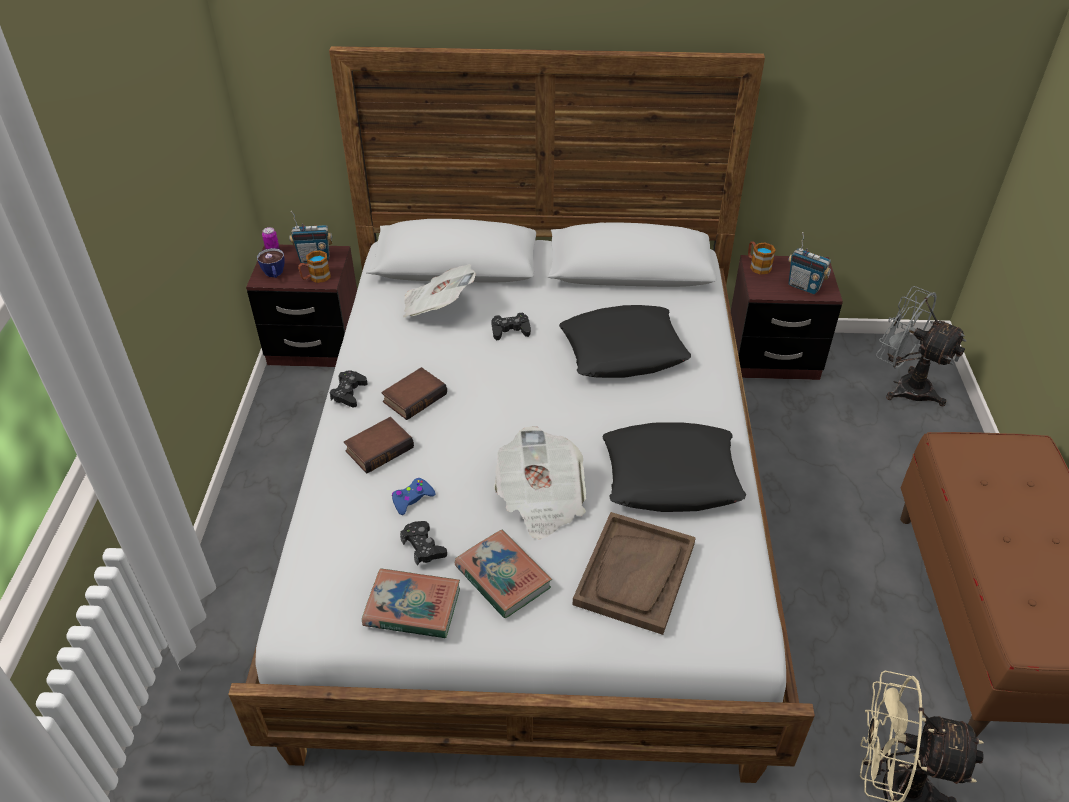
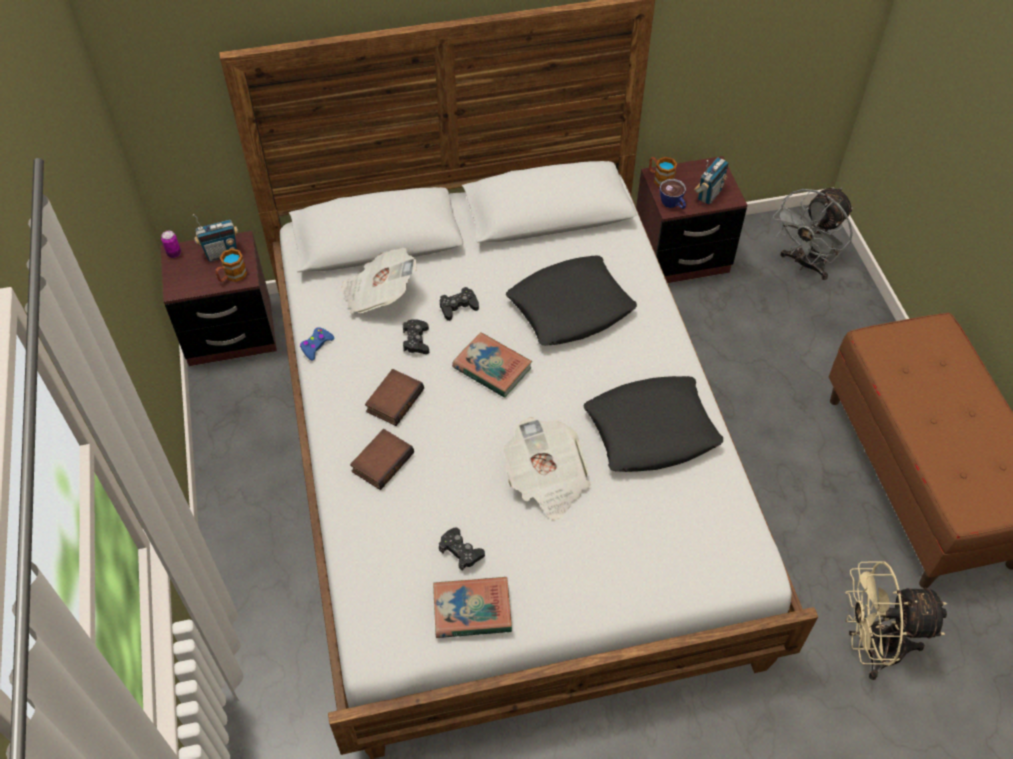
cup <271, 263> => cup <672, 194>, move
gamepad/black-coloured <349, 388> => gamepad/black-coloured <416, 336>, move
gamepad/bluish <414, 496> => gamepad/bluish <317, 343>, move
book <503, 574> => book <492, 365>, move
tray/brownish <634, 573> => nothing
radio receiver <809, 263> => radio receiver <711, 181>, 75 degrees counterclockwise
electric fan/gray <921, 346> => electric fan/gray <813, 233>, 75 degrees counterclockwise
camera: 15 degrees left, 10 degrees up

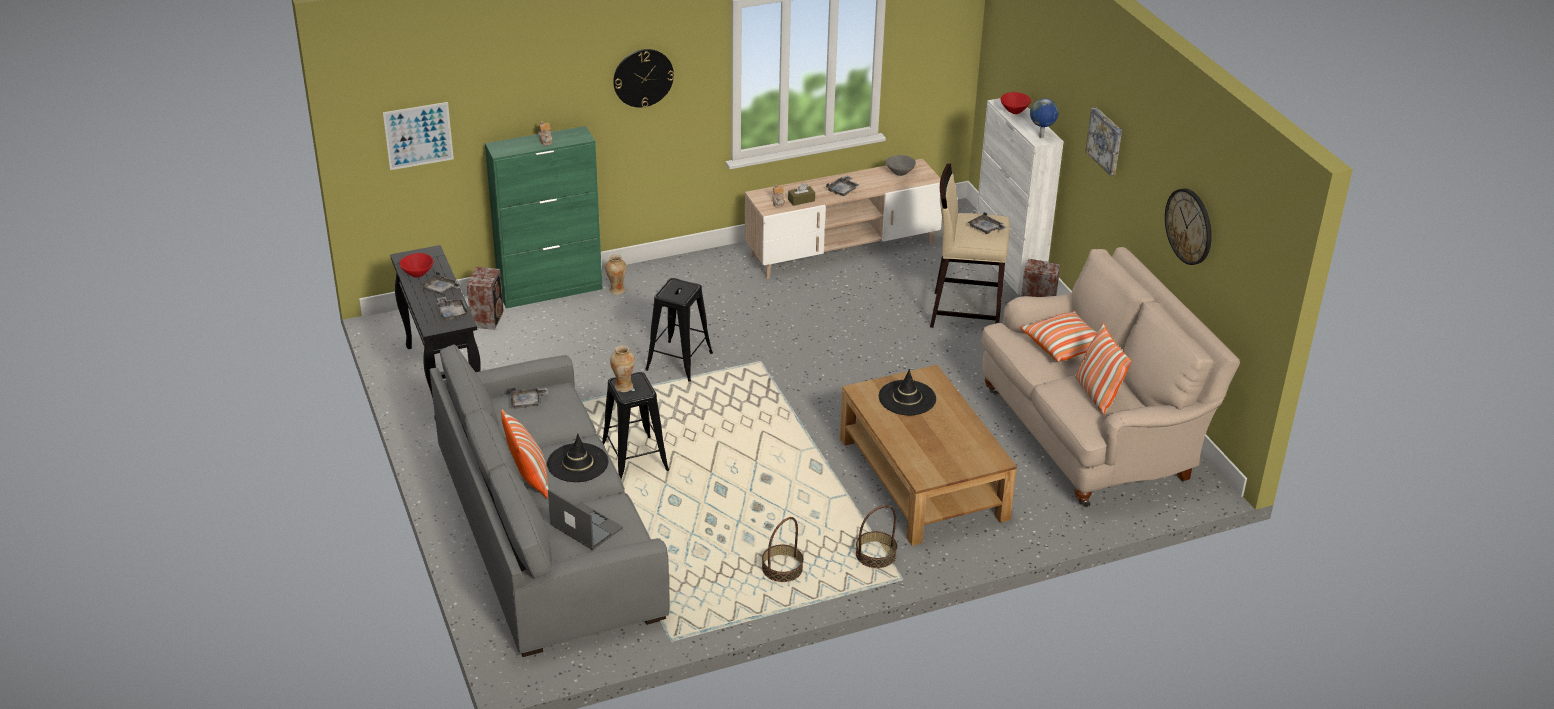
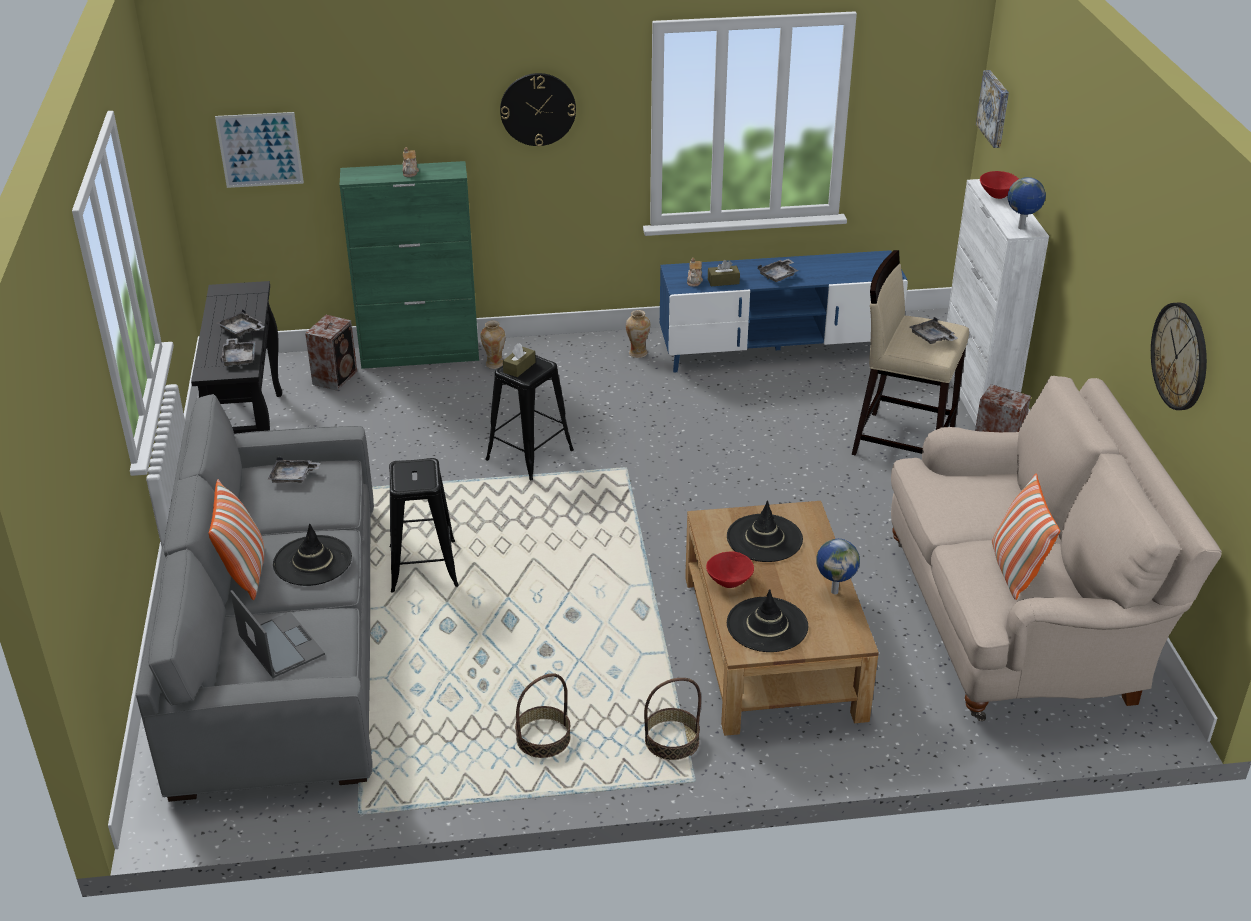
deep dish/red-coloured <416, 265> => deep dish/red-coloured <730, 569>, move
flower vase <622, 368> => flower vase <638, 334>, move
tv stand/beige-coloured <843, 219> => tv stand/bluish <784, 311>
deep dish/gray <901, 165> => nothing
cushion <1058, 336> => nothing
wall picture <1103, 141> => wall picture <992, 109>, move
nothing => tissue box/brownish <519, 360>
nothing => clothing hat/black-coloured <767, 620>
nothing => desk globe <838, 566>
camera: 15 degrees right, 0 degrees up

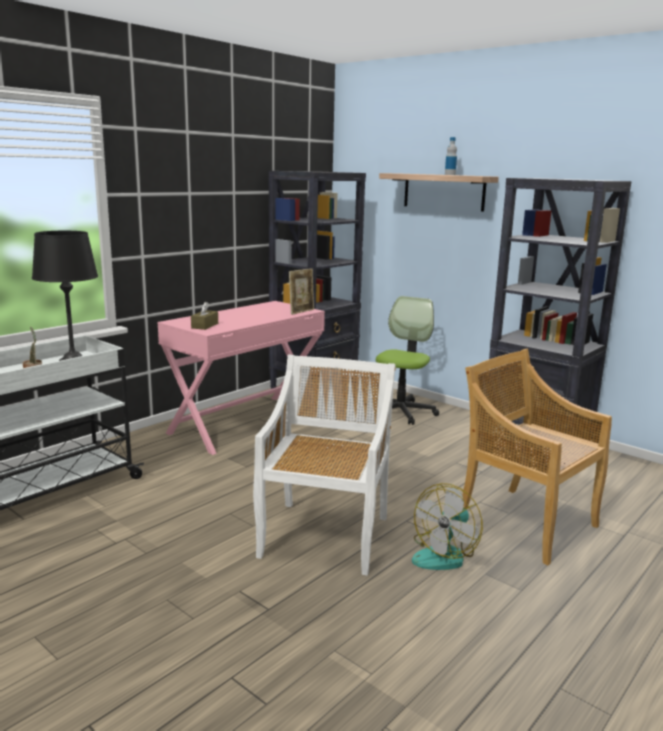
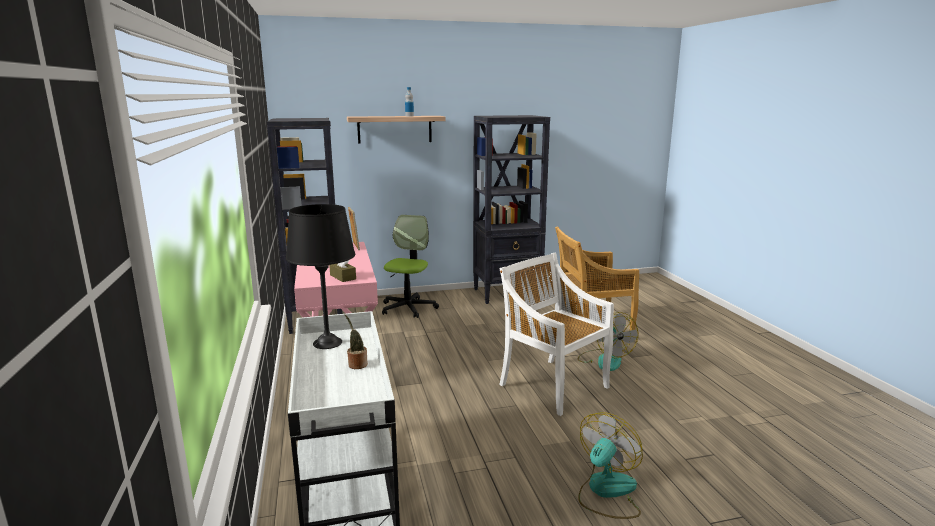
computer chair <407, 360> => computer chair <410, 266>, 45 degrees clockwise
nothing => electric fan <611, 465>
camera: 55 degrees left, 0 degrees up

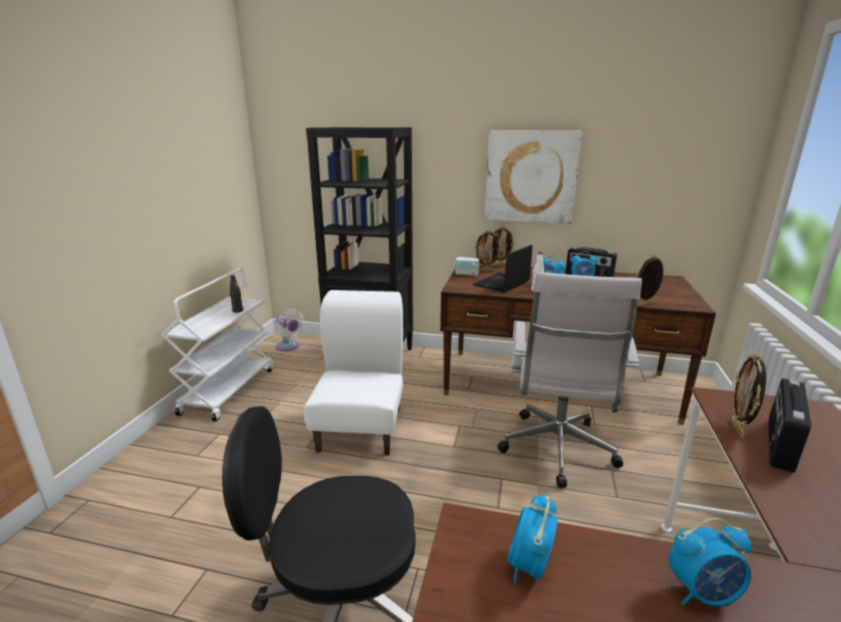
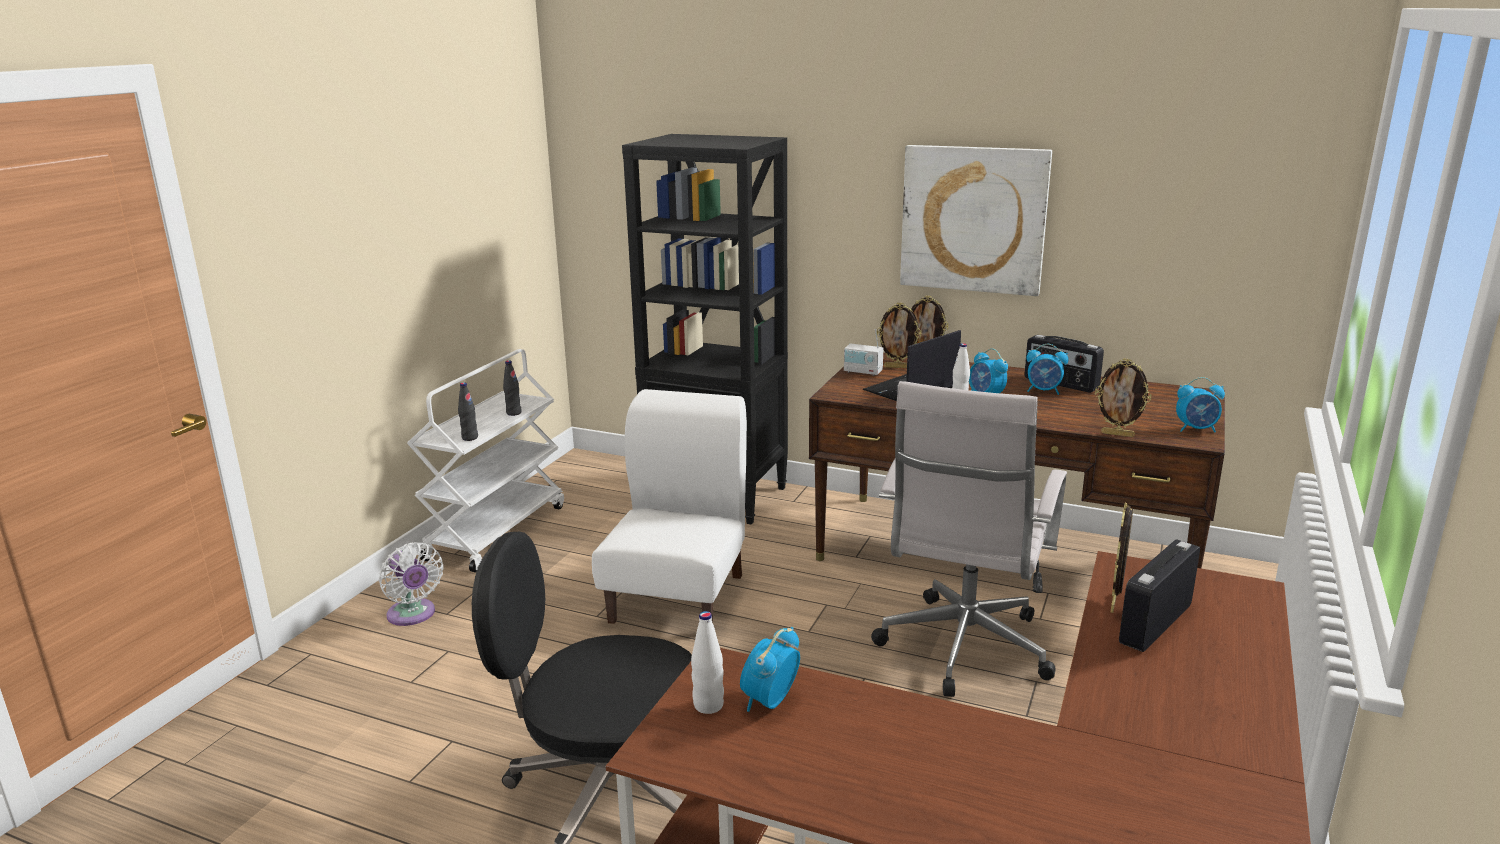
electric fan/whitish <290, 330> => electric fan/whitish <411, 584>, move
standing frame <649, 280> => standing frame <1123, 397>, 150 degrees counterclockwise
table clock <710, 562> => table clock <1200, 404>, move
nothing => drink bottle/black-coloured <468, 411>
nothing => drink bottle/whitish <707, 662>
camera: 10 degrees right, 0 degrees up

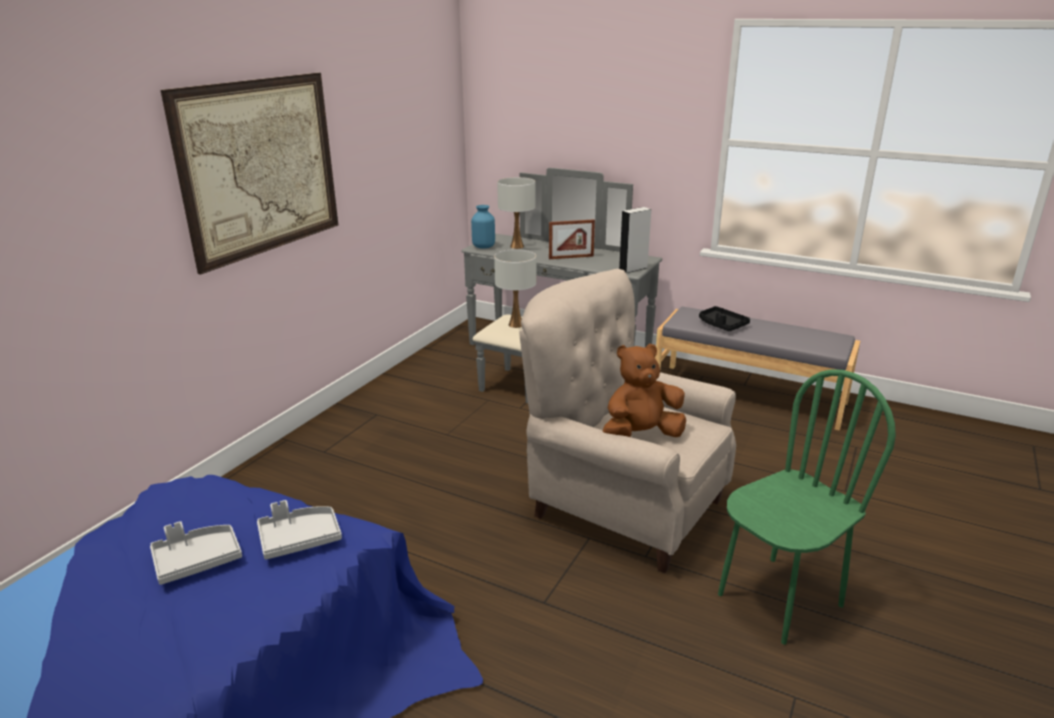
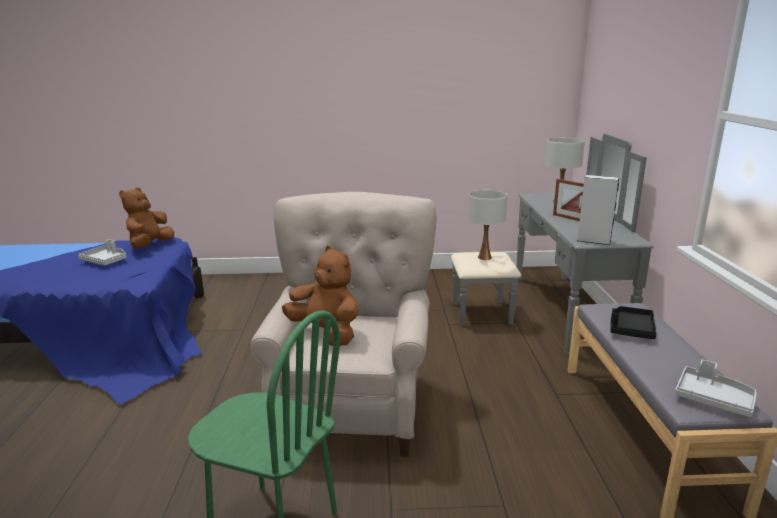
wall picture <249, 174> => nothing
tray/gray <299, 530> => tray/gray <716, 388>, move
flower vase/bluish <483, 227> => nothing
nothing => soft toy/brownish <146, 218>
camera: 60 degrees right, 5 degrees down

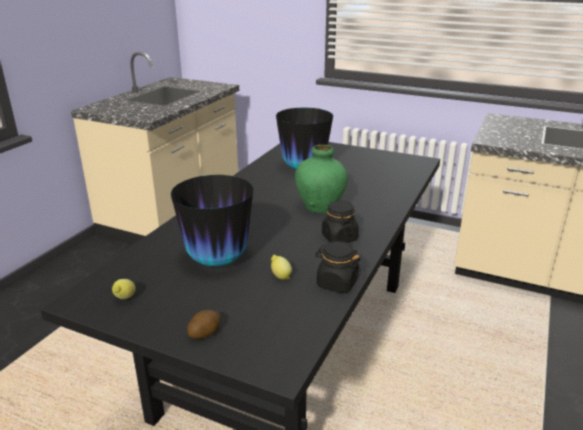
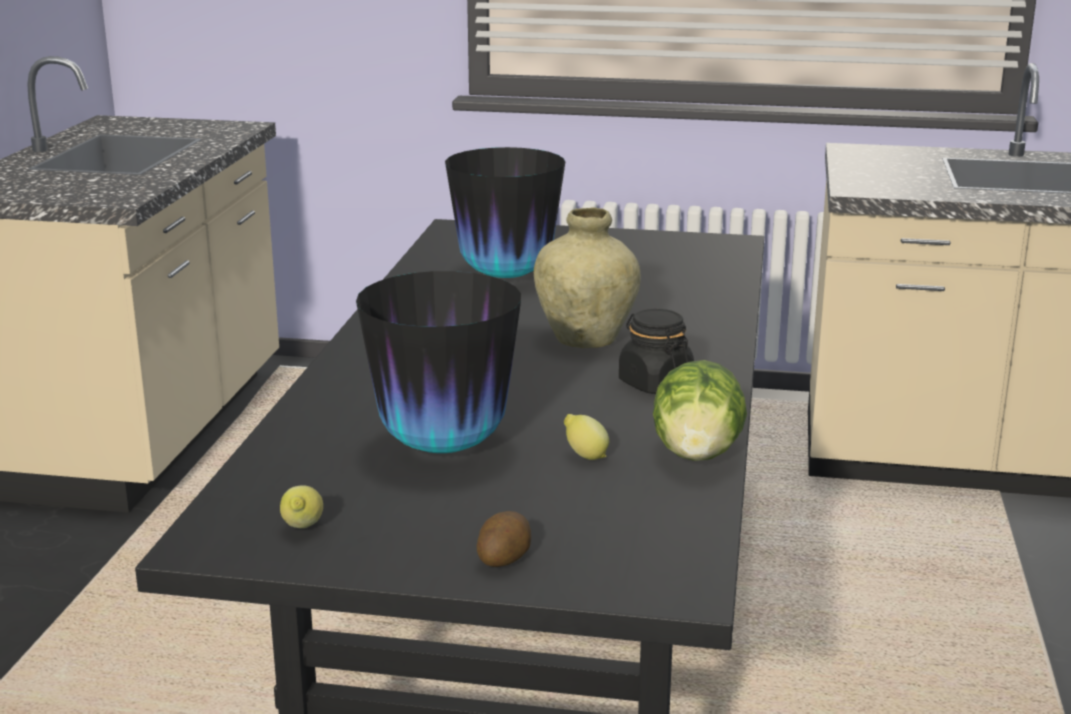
flower vase/green <321, 179> => flower vase/beige-coloured <587, 277>
storage jar/black-coloured <338, 267> => head of lettuce <700, 410>
camera: 15 degrees left, 5 degrees down

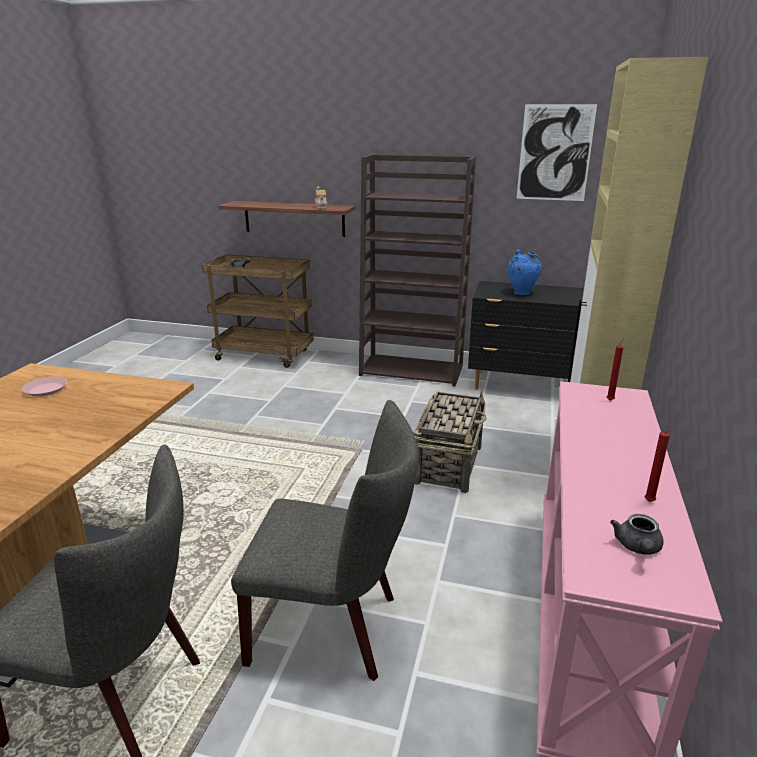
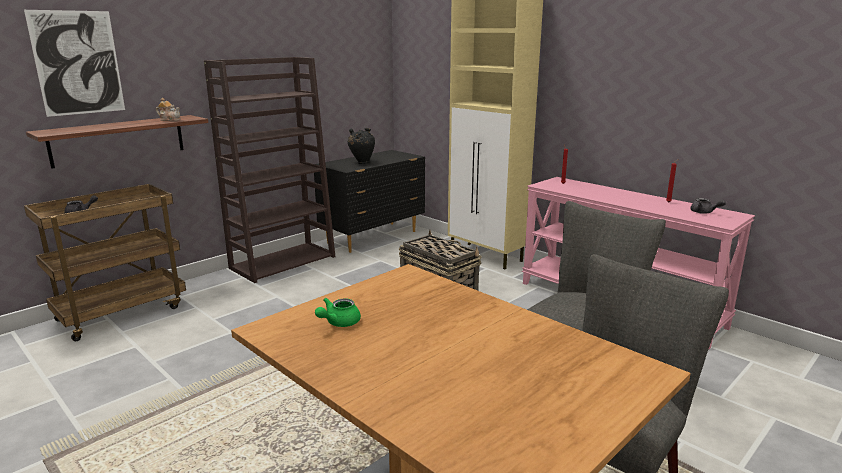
dinner plate/pinkish <44, 387> => tea pot/green <338, 312>
flower vase/bluish <524, 272> => flower vase/black-coloured <361, 146>
wall picture <557, 152> => wall picture <74, 63>, move
camera: 60 degrees left, 5 degrees down

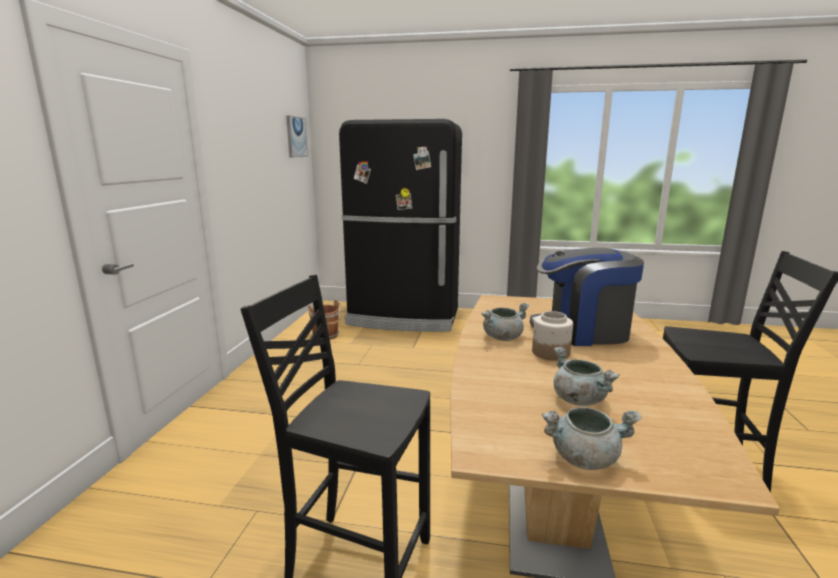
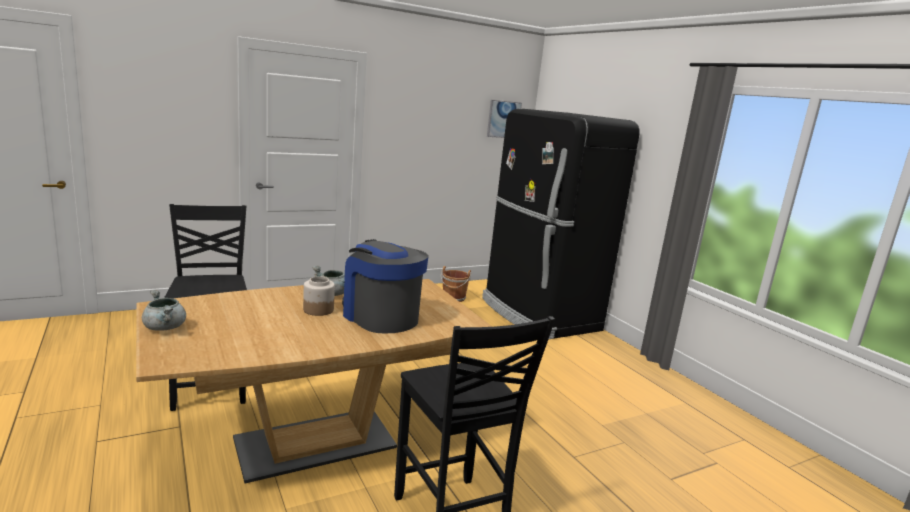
saucepot/gray <586, 376> => nothing
camera: 50 degrees right, 0 degrees up

